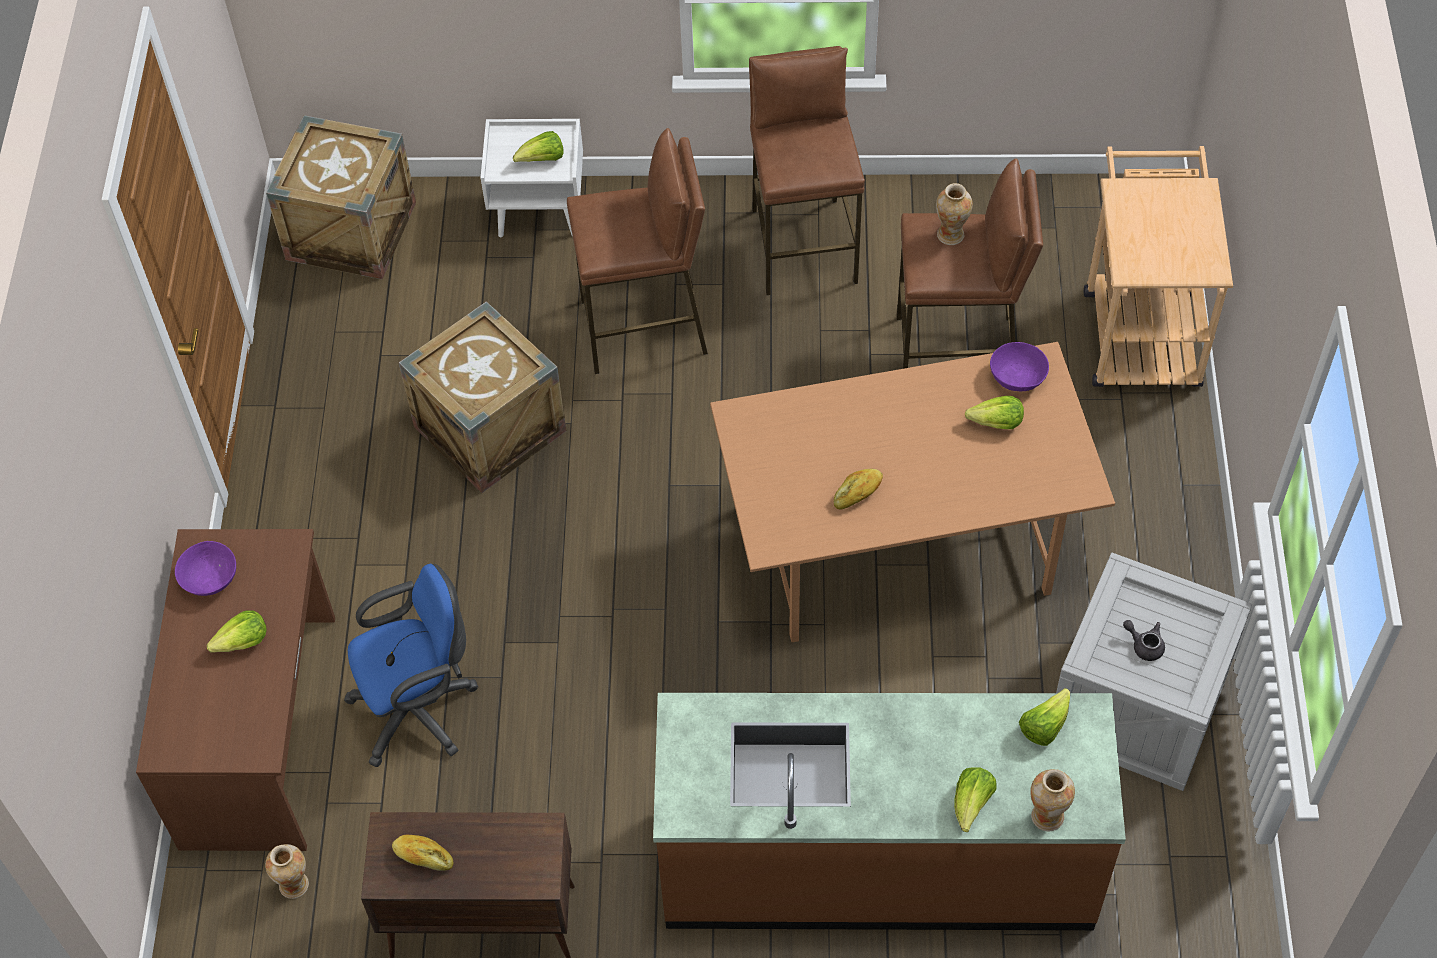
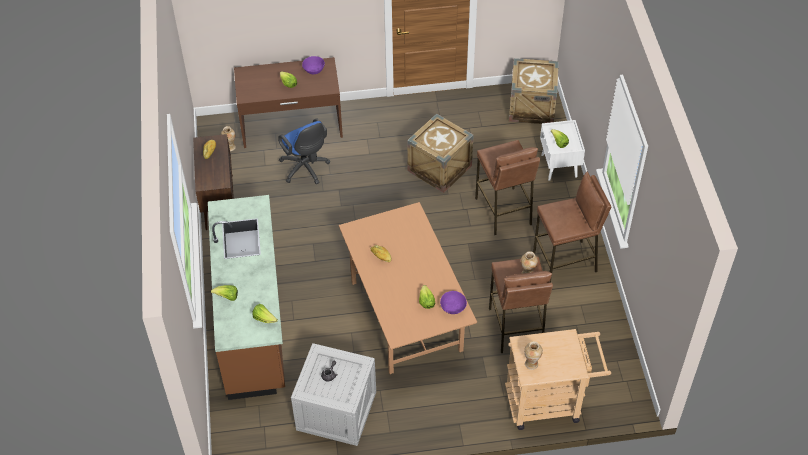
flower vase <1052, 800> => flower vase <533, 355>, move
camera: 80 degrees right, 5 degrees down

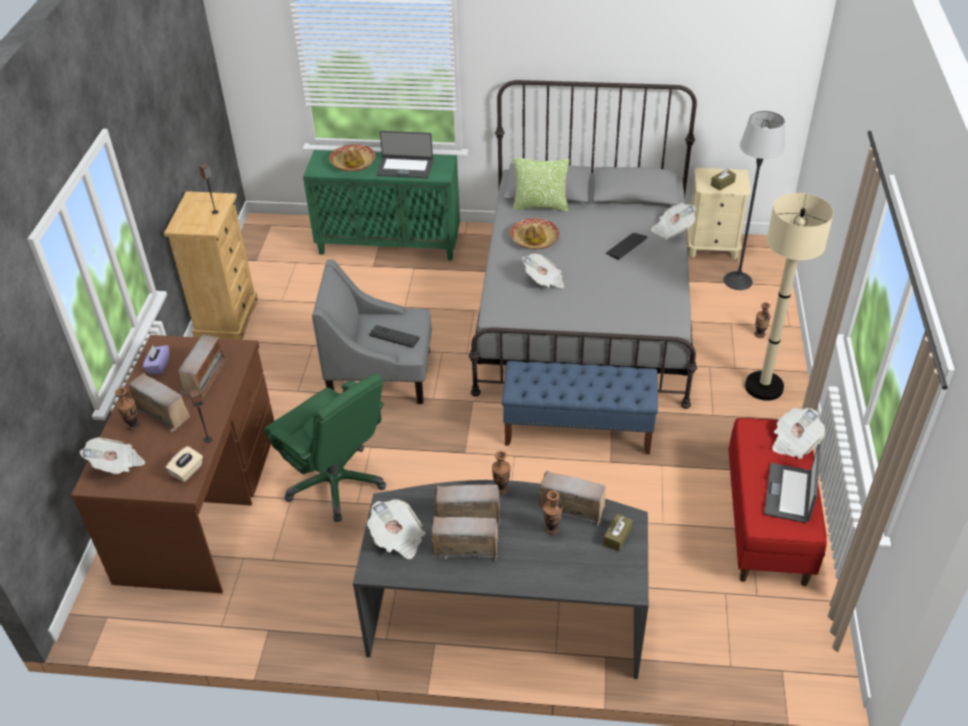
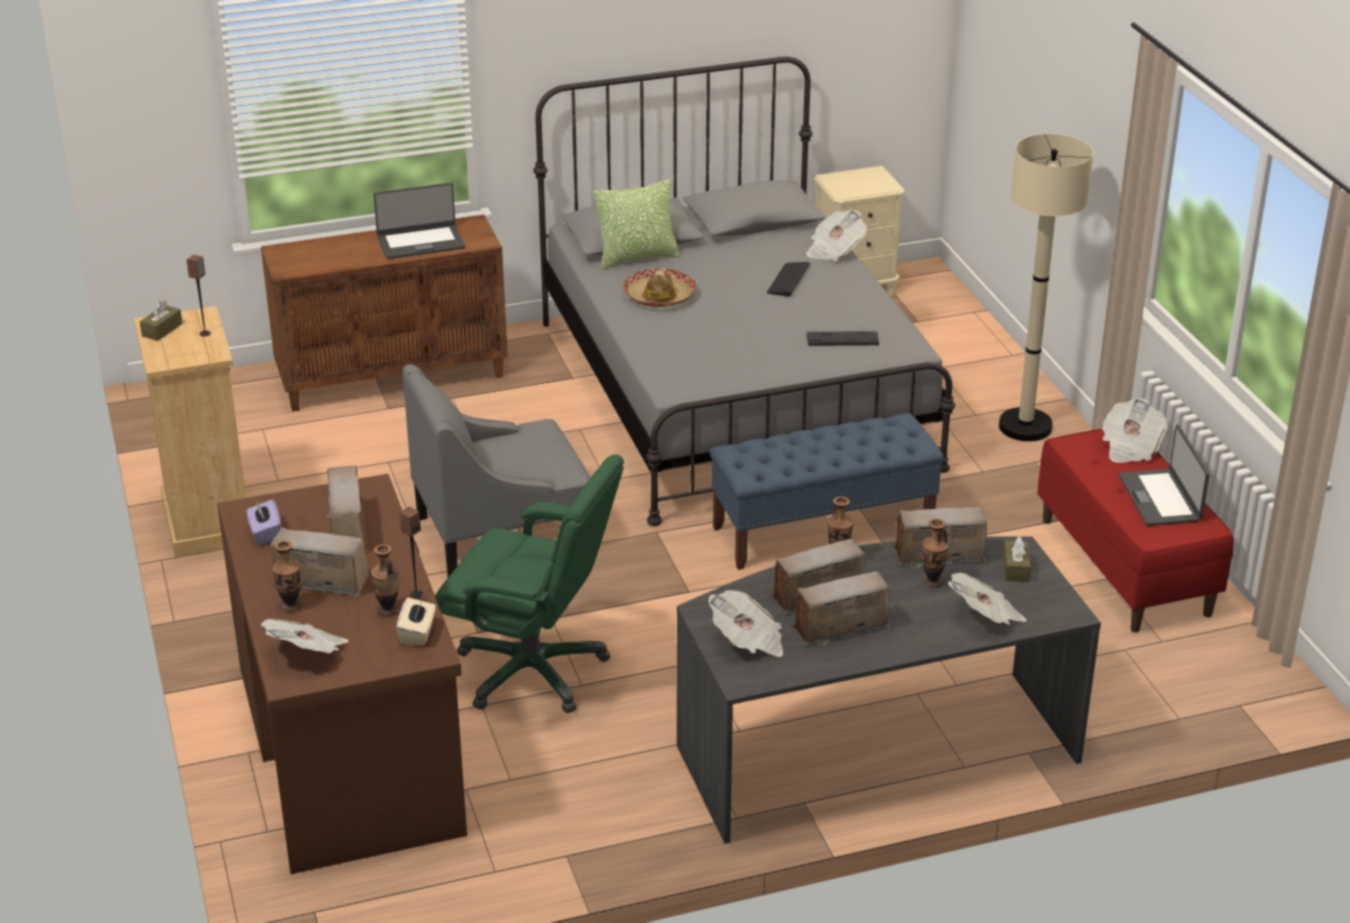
cupboard/green <381, 205> => cupboard/brownish <384, 313>
clothing hat <352, 157> => nothing
PC keyboard <394, 336> => PC keyboard <843, 338>, move
newspaper <543, 270> => newspaper <987, 599>, move
tissue box/brownish <723, 179> => tissue box/brownish <161, 320>, move
standard lamp <754, 200> => nothing
flower vase <762, 320> => flower vase <385, 580>, move
camera: 25 degrees left, 10 degrees down

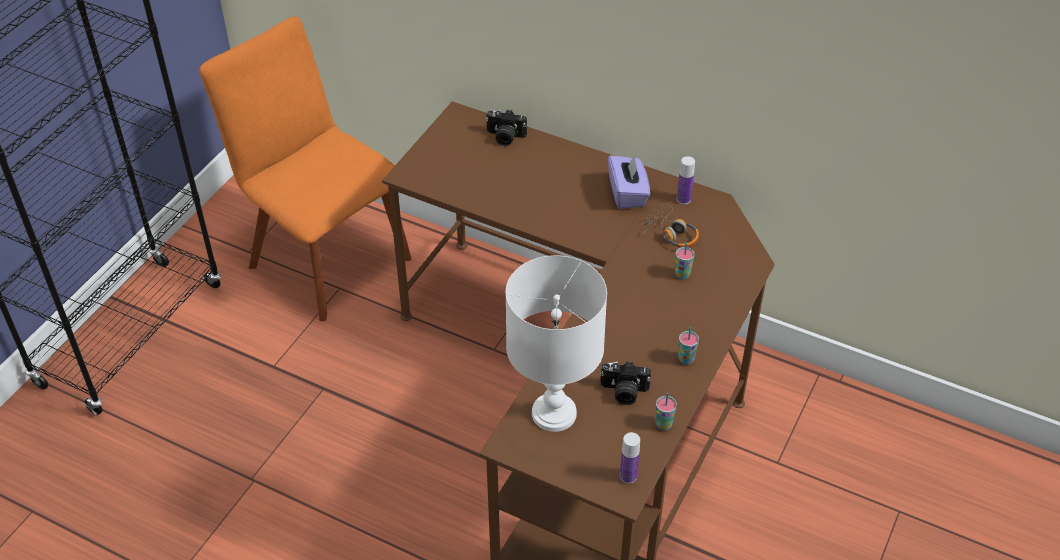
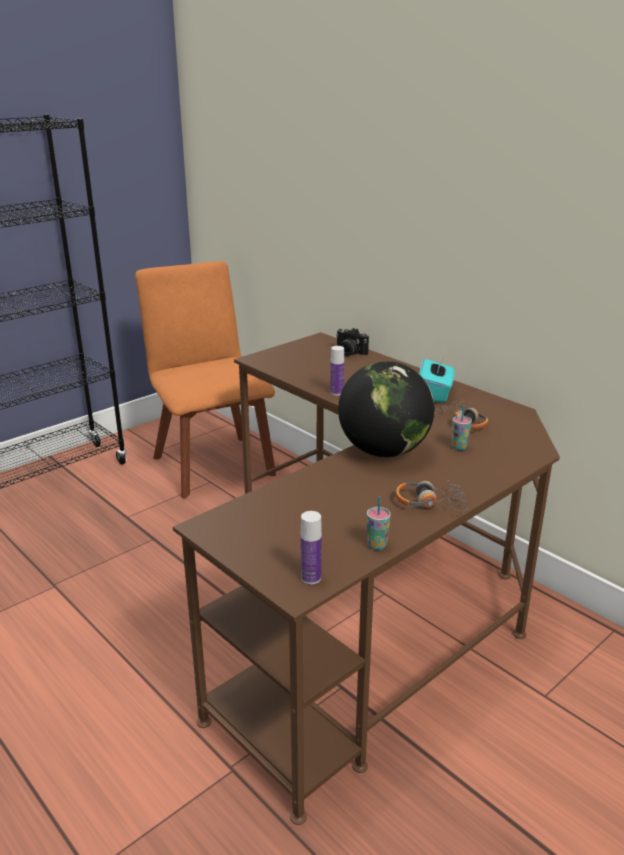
lamp for a table/whitish <556, 343> => nothing
photo camera <625, 383> => nothing
tissue box/purplish <629, 181> => tissue box/turquoise-coloured <436, 379>
drink bottle <686, 180> => drink bottle <337, 371>, move
cup <688, 346> => headset <432, 496>
nothing => desk globe <386, 409>
camera: 20 degrees right, 20 degrees down

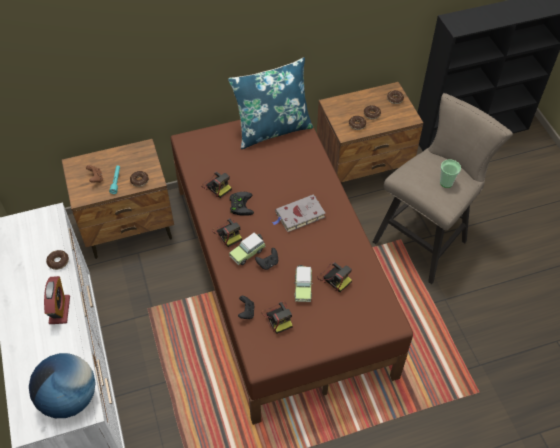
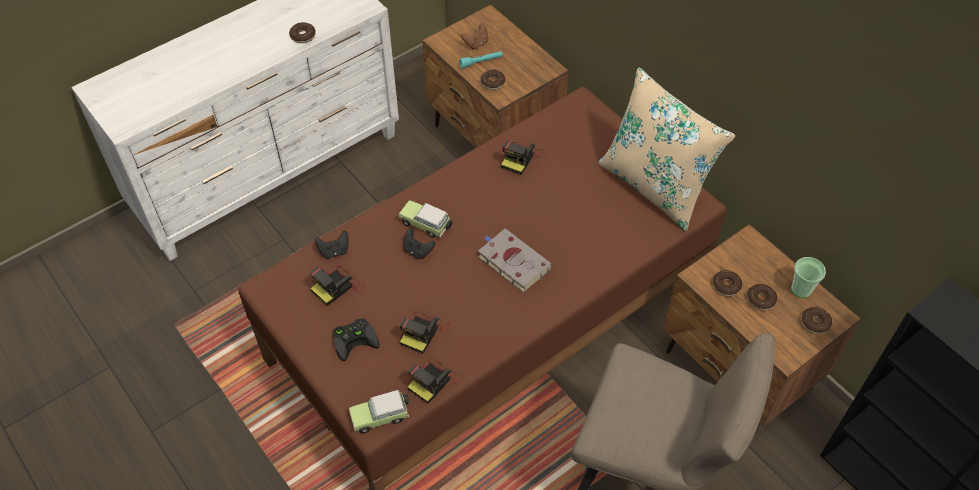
desk globe <62, 385> => nothing
table clock <57, 300> => nothing
photo camera <227, 232> => photo camera <435, 381>, move
cushion/bluish <270, 103> => cushion/beige-coloured <666, 149>
gamepad/black-coloured <242, 204> => gamepad/black-coloured <356, 339>, move
toy car <303, 283> => toy car <379, 411>, move
cup <450, 173> => cup <808, 277>, move
camera: 70 degrees right, 0 degrees up

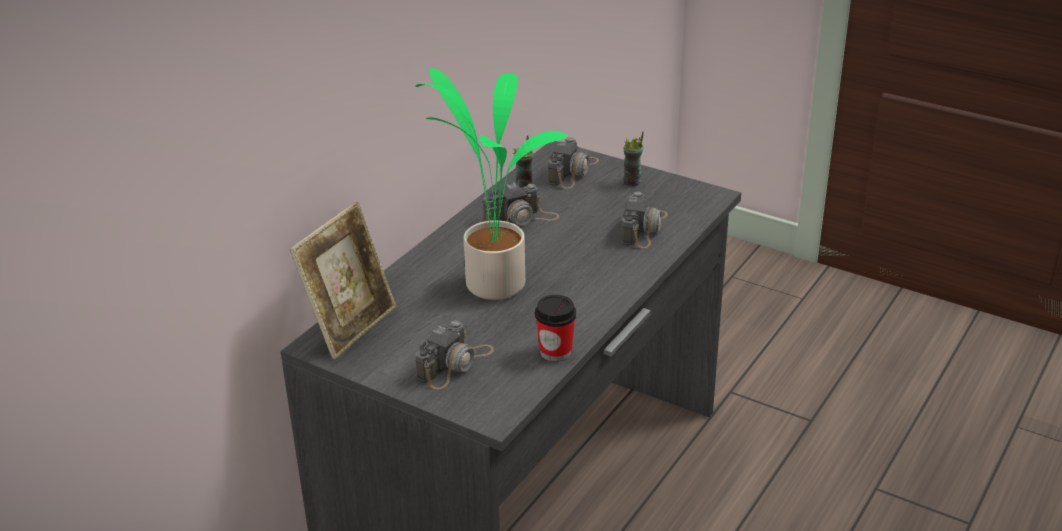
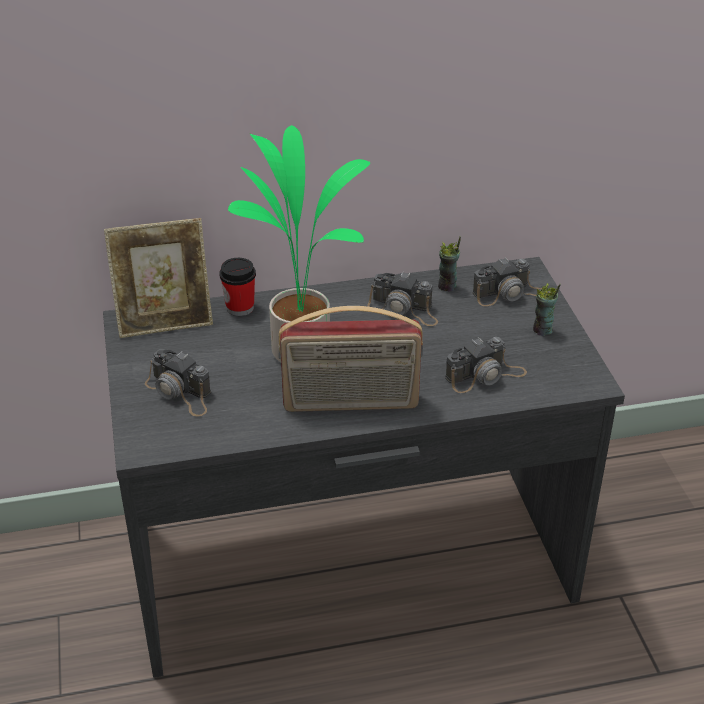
photo camera <455, 354> => photo camera <178, 383>, 45 degrees clockwise
cup <555, 328> => cup <237, 287>, move
nothing => radio receiver <351, 359>
camera: 45 degrees right, 5 degrees up

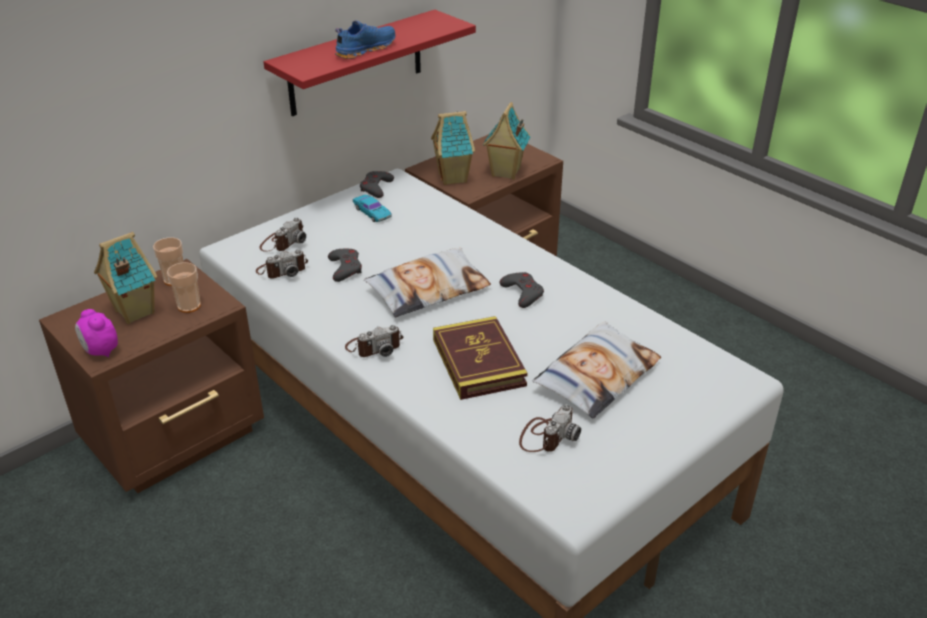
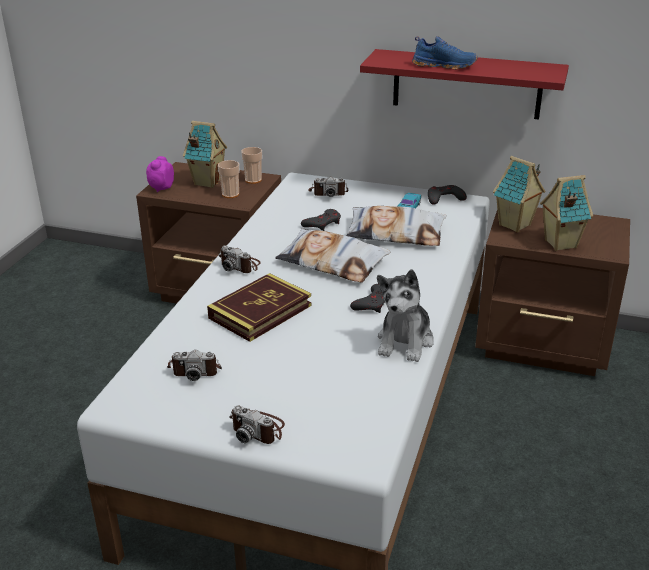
photo camera <282, 264> => photo camera <257, 424>, move
cushion <597, 369> => cushion <396, 226>, move
nothing => soft toy <405, 315>
camera: 60 degrees right, 5 degrees down

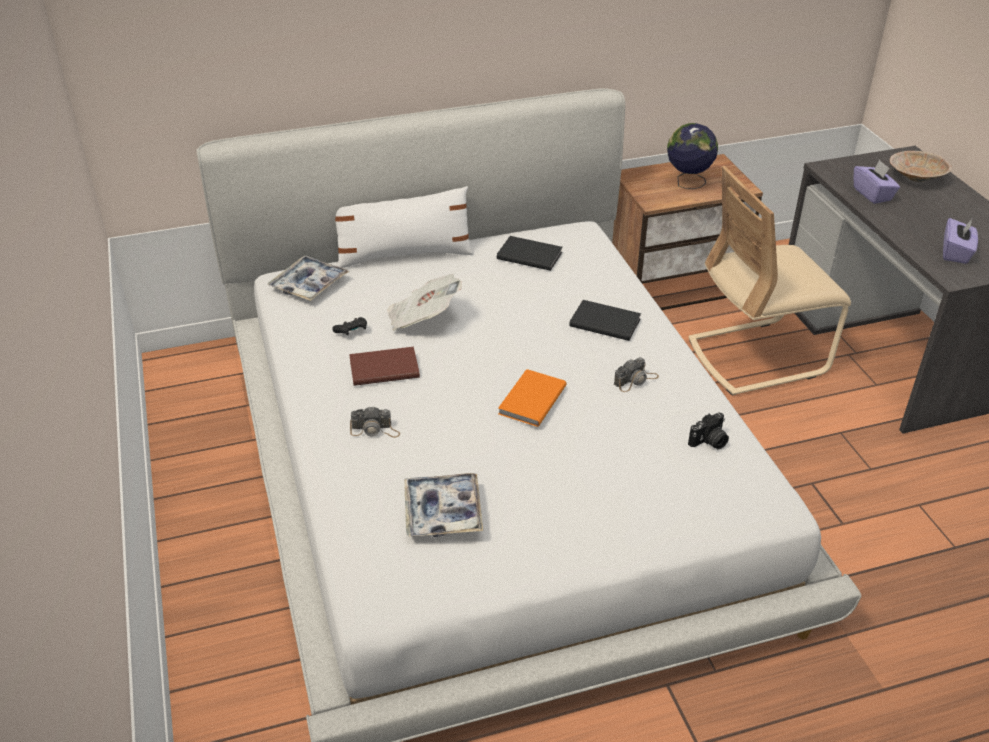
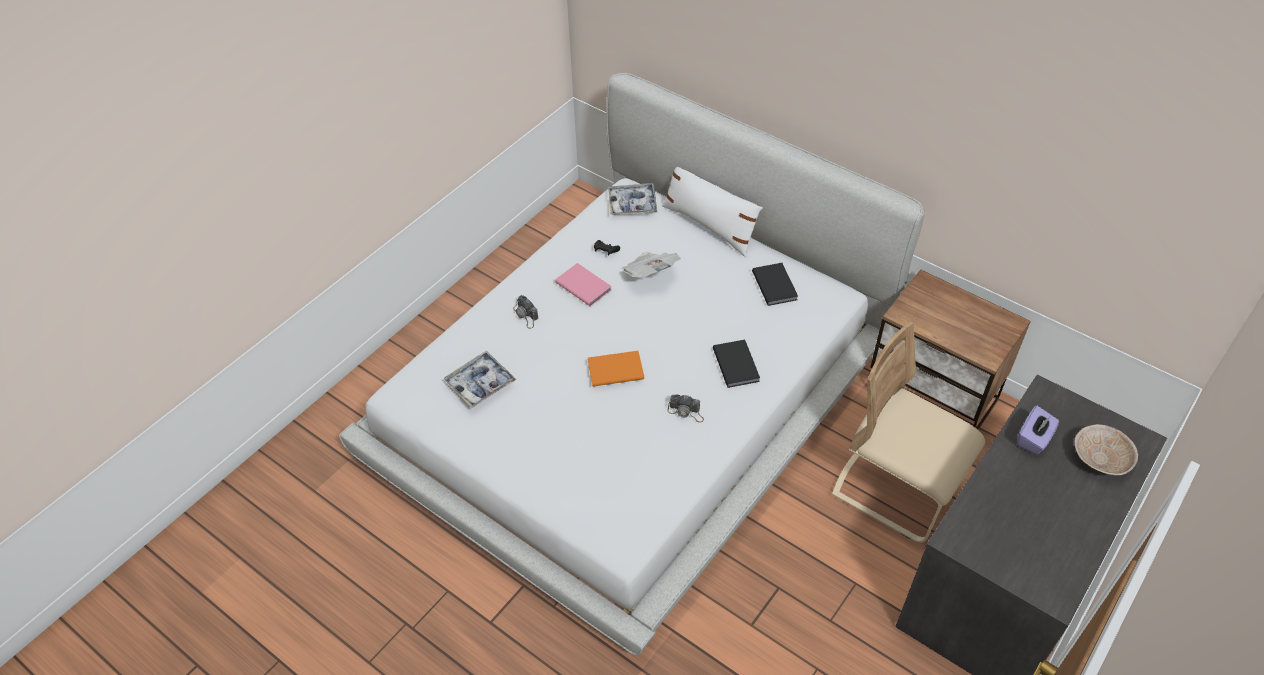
book/brownish <384, 366> => book/pinkish <583, 285>
desk globe <692, 156> => nothing
photo camera <708, 430> => nothing
tissue box/purplish <960, 241> => nothing
camera: 55 degrees right, 10 degrees up

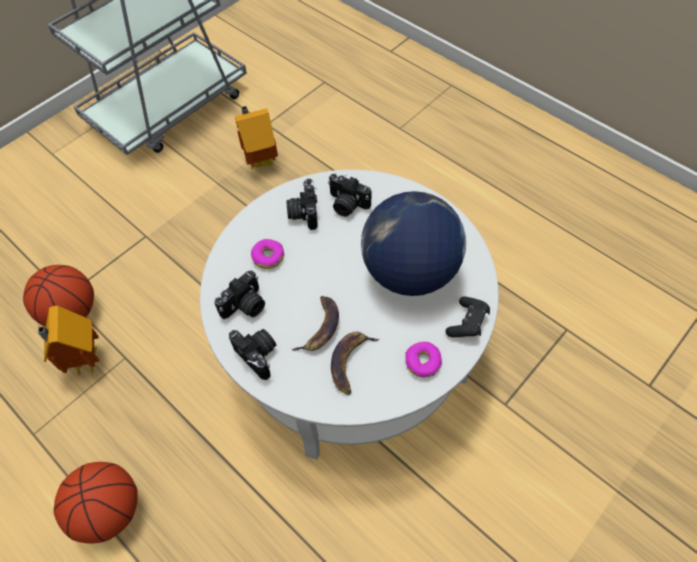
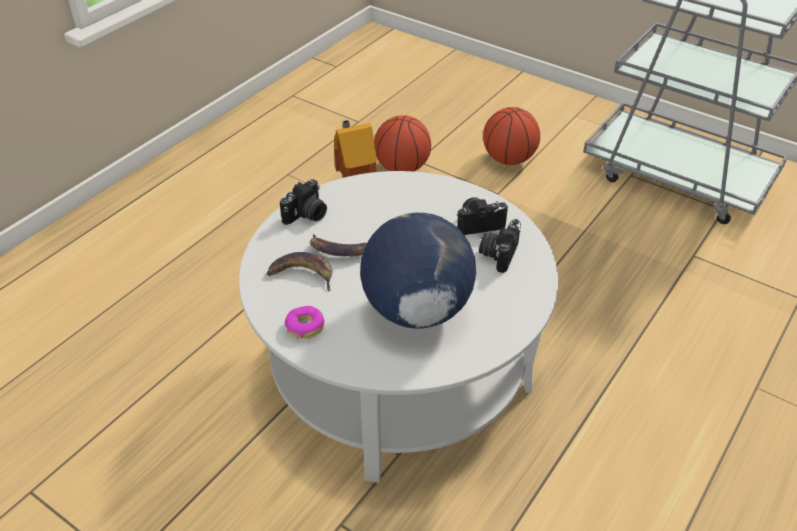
ball for basketball <96, 502> => ball for basketball <511, 136>, move
photo camera <240, 294> => nothing
model house <256, 138> => nothing
doughnut <267, 254> => nothing
gamepad/black-coloured <467, 316> => nothing
camera: 80 degrees right, 15 degrees down

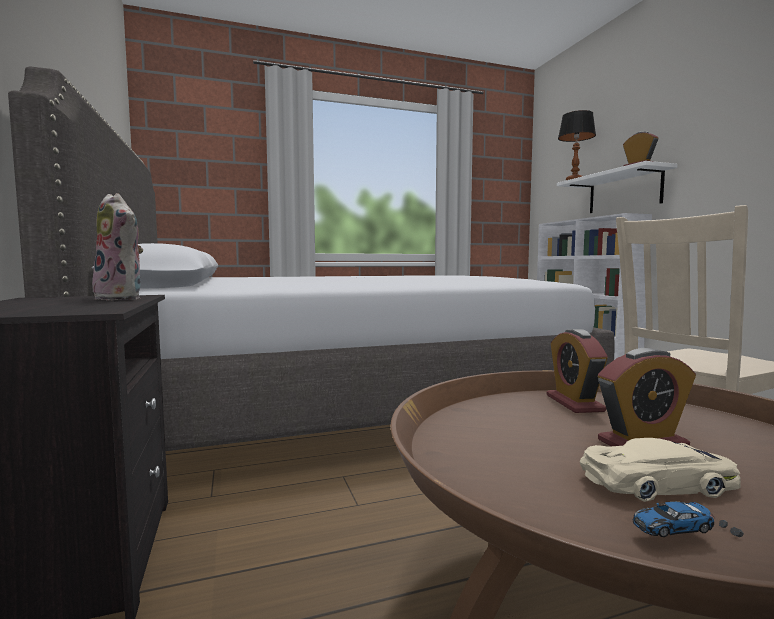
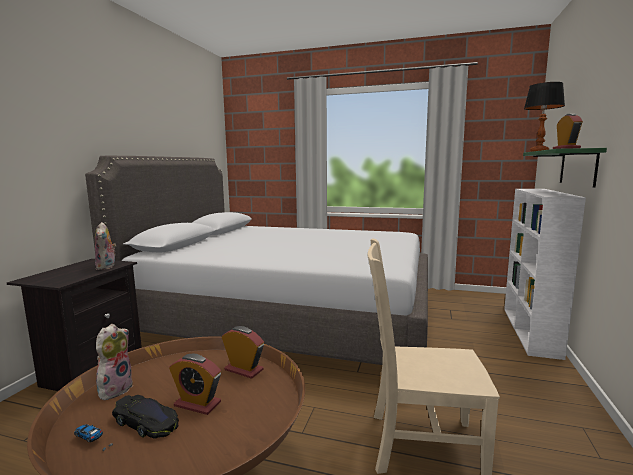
table clock <577, 371> => table clock <242, 352>, 90 degrees clockwise
bracket shelf/whitish <617, 187> => bracket shelf/green <565, 168>
toy car/beige-coloured <660, 470> => toy car/black-coloured <145, 417>
nothing => soft toy <114, 362>
camera: 35 degrees right, 5 degrees up

